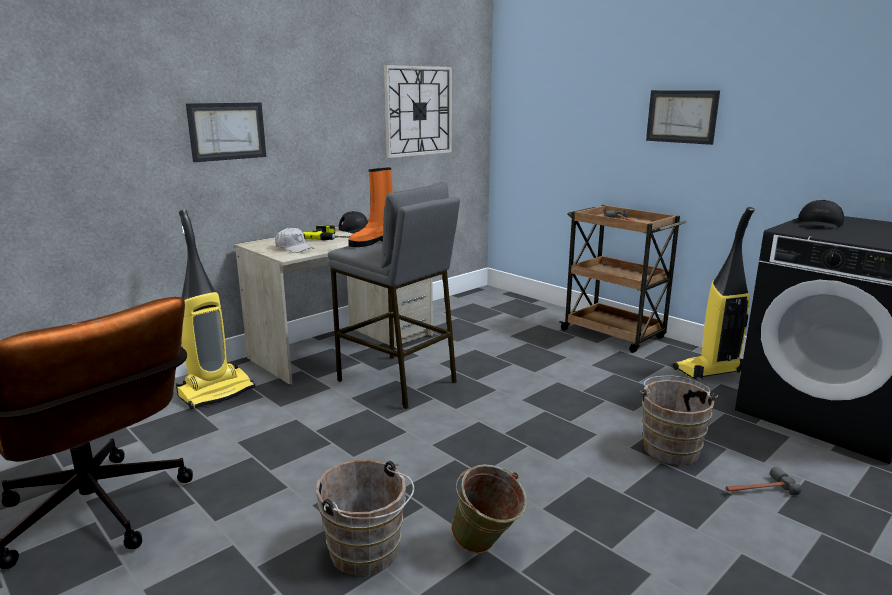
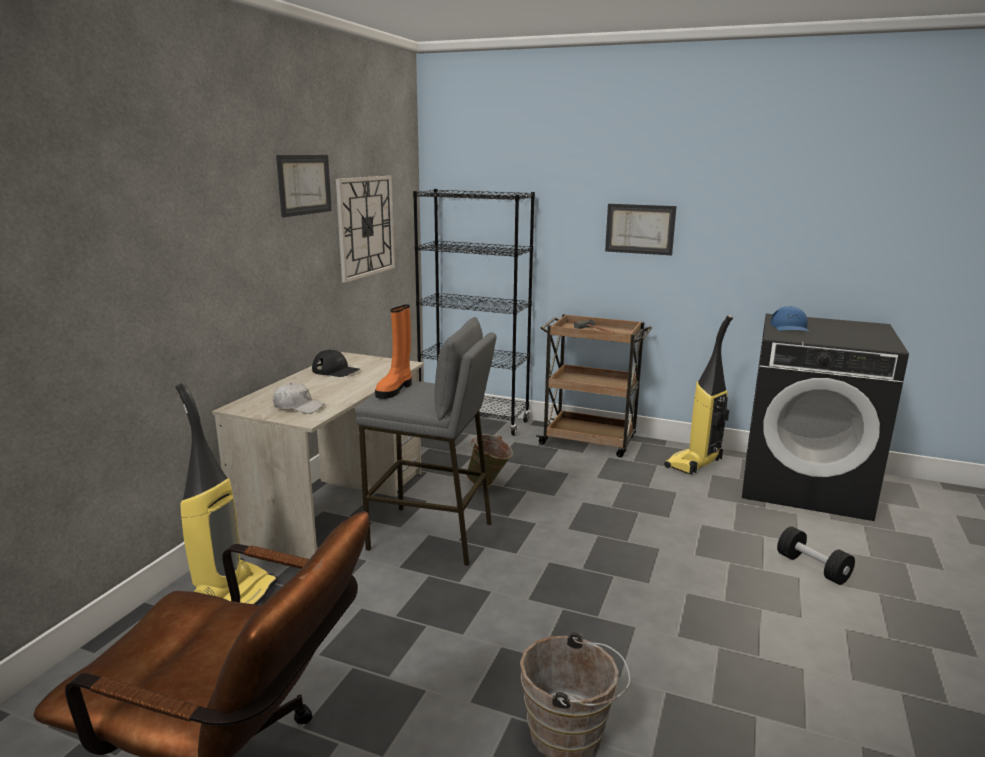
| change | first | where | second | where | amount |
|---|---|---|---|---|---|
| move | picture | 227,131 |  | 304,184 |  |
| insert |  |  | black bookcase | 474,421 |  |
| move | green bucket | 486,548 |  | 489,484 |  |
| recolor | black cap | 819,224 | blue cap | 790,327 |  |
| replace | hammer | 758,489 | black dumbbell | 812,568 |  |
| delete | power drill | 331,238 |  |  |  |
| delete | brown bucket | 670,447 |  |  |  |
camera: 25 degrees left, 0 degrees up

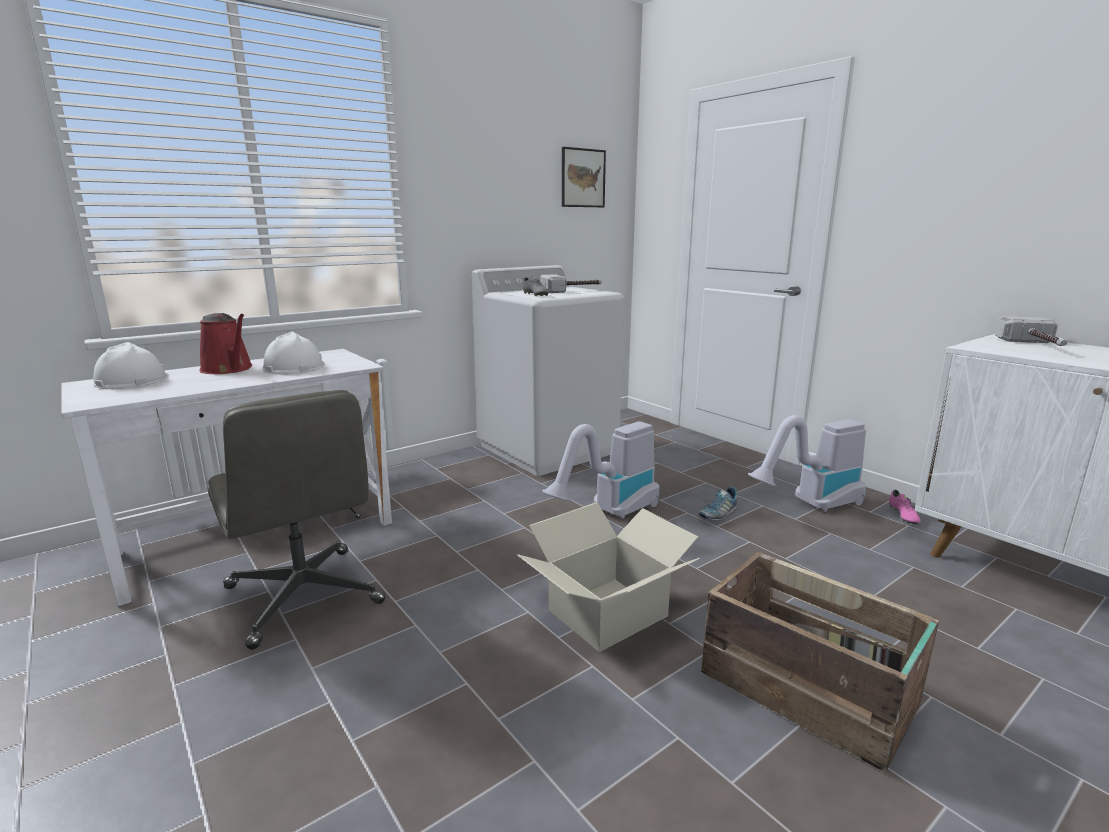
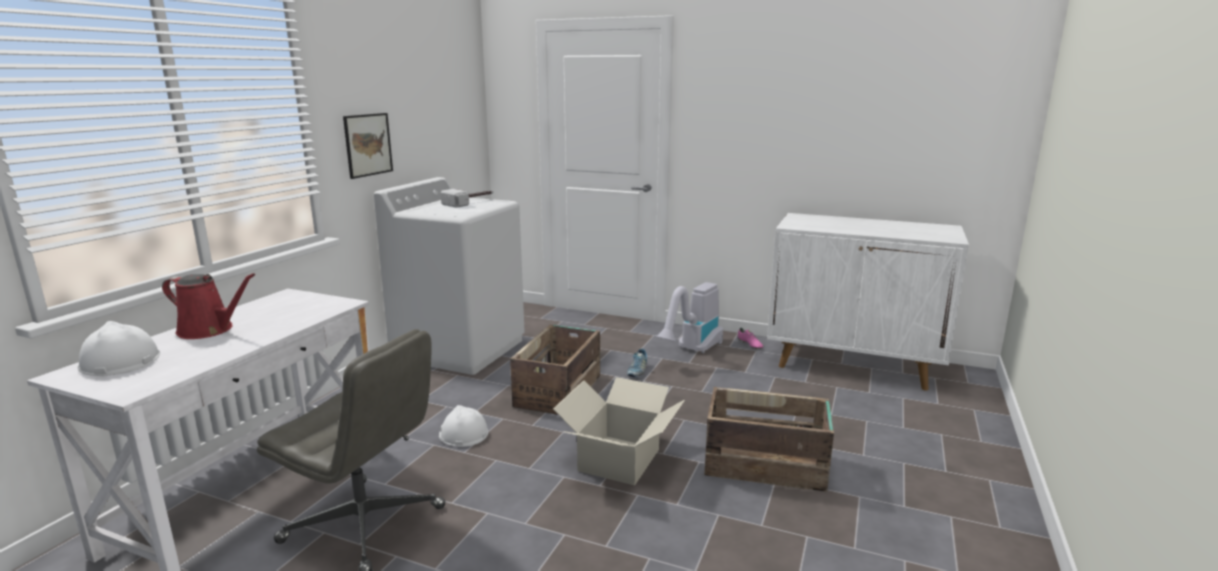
| change | first | where | second | where | amount |
|---|---|---|---|---|---|
| move | picture | 583,178 |  | 368,145 |  |
| move | white hard hat | 294,367 |  | 463,434 |  |
| replace | vacuum cleaner | 609,513 | crate | 559,390 |  |
| delete | grey shoe | 535,295 |  |  |  |
| delete | hammer | 1037,346 |  |  |  |
camera: 30 degrees left, 0 degrees up

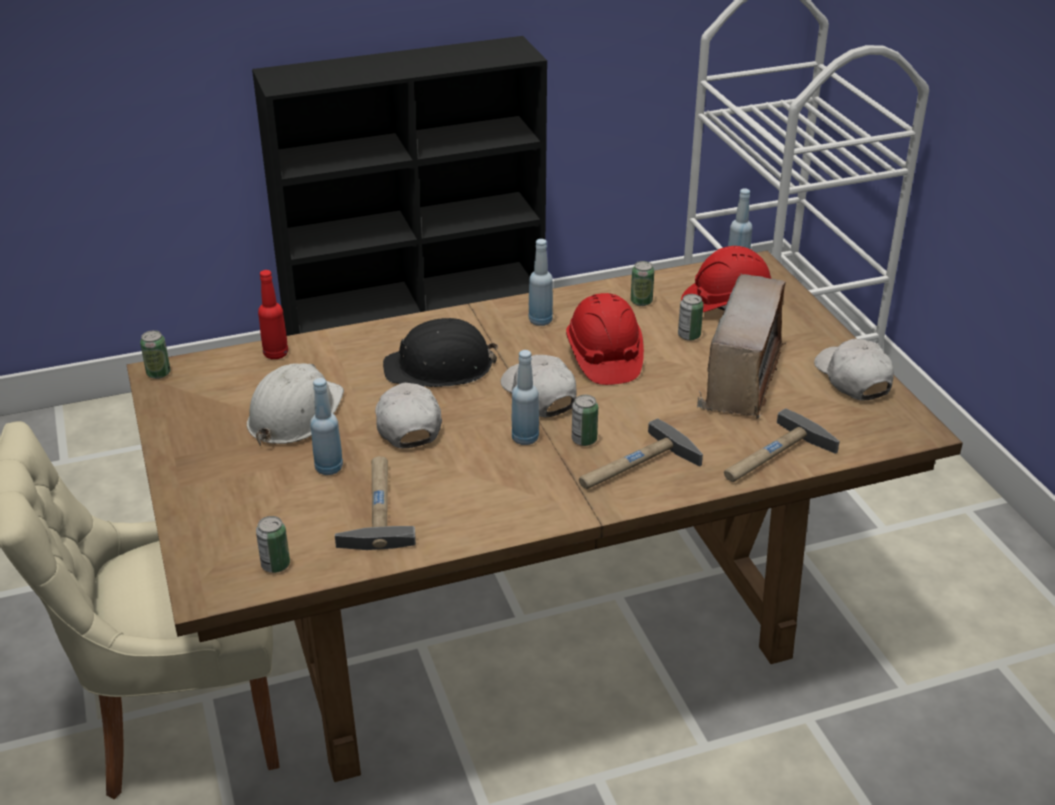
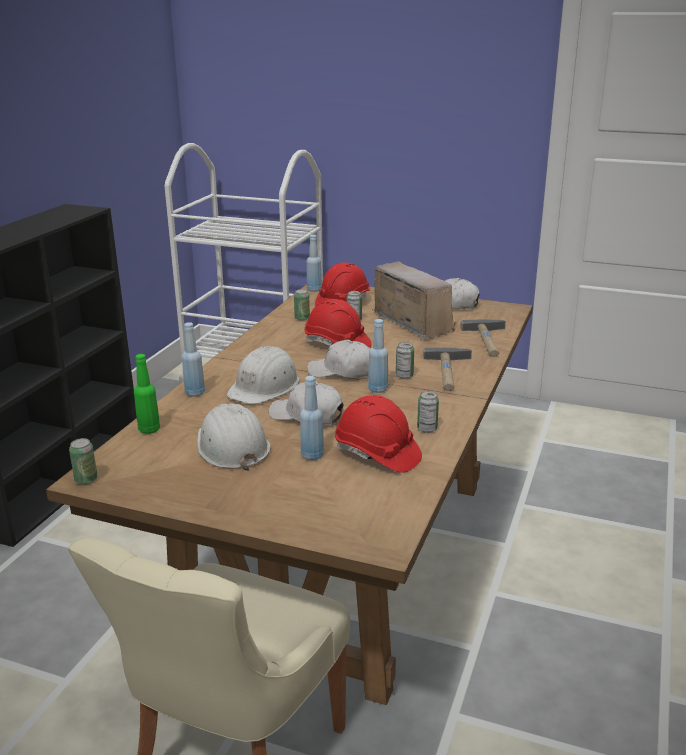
| change | first | where | second | where | amount |
|---|---|---|---|---|---|
| recolor | red bottle | 275,354 | green bottle | 149,429 |  |
| move | blue bottle | 540,321 |  | 195,393 |  |
| recolor | black hard hat | 440,367 | white hard hat | 265,386 |  |
| replace | hammer | 376,506 | red hard hat | 377,454 |  |
| move | can | 275,565 |  | 427,429 |  |
camera: 50 degrees left, 10 degrees down

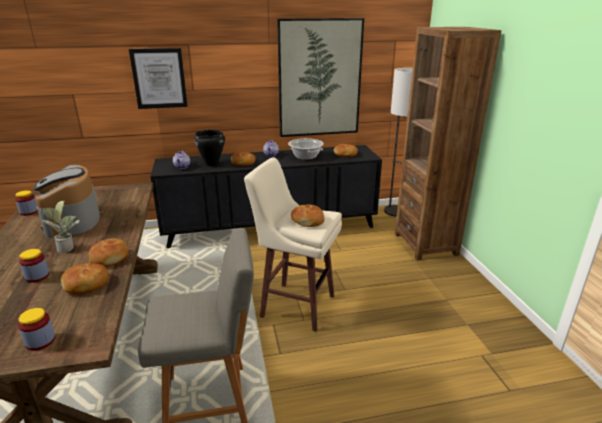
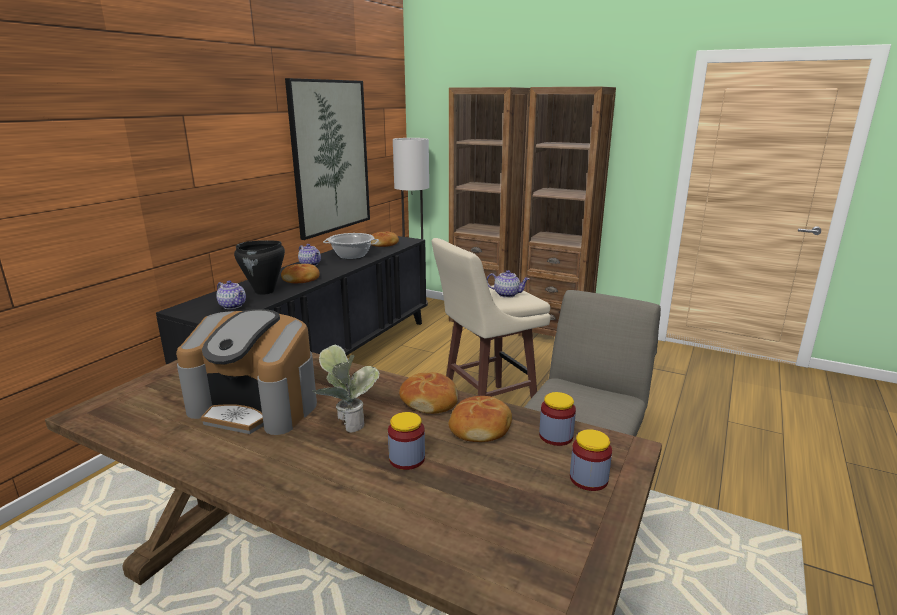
| change | first | where | second | where | amount |
|---|---|---|---|---|---|
| replace | bread | 308,220 | teapot | 507,294 |  |
| insert |  |  | brown bookcase | 555,332 |  |
| move | jar | 29,212 |  | 556,436 |  |
| delete | picture | 159,78 |  |  |  |
camera: 50 degrees left, 5 degrees down

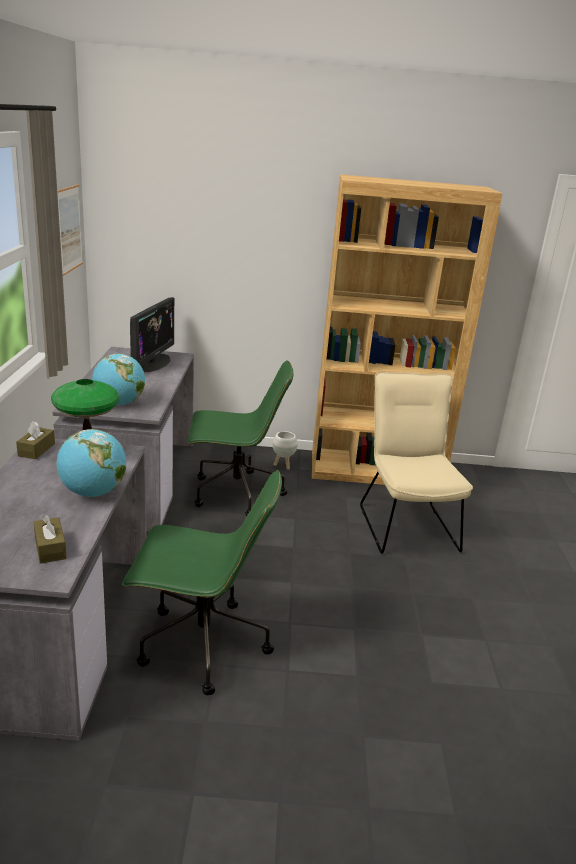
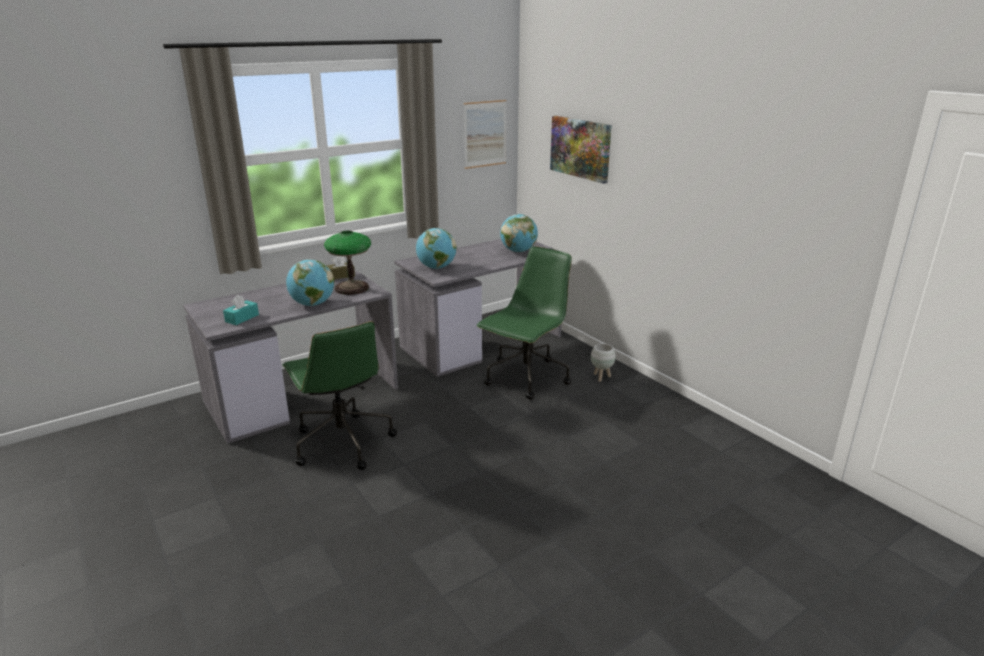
| change | first | where | second | where | amount |
|---|---|---|---|---|---|
| recolor | brown tissue box | 50,548 | turquoise tissue box | 242,318 |  |
| rotate | green office chair | 235,494 |  | 526,378 | 105 degrees counterclockwise |
| replace | monitor | 153,363 | globe | 518,251 |  |
| insert |  |  | picture | 580,148 |  |
| delete | brown bookcase | 376,471 |  |  |  |
| delete | beige chair | 405,523 |  |  |  |
camera: 55 degrees right, 0 degrees up

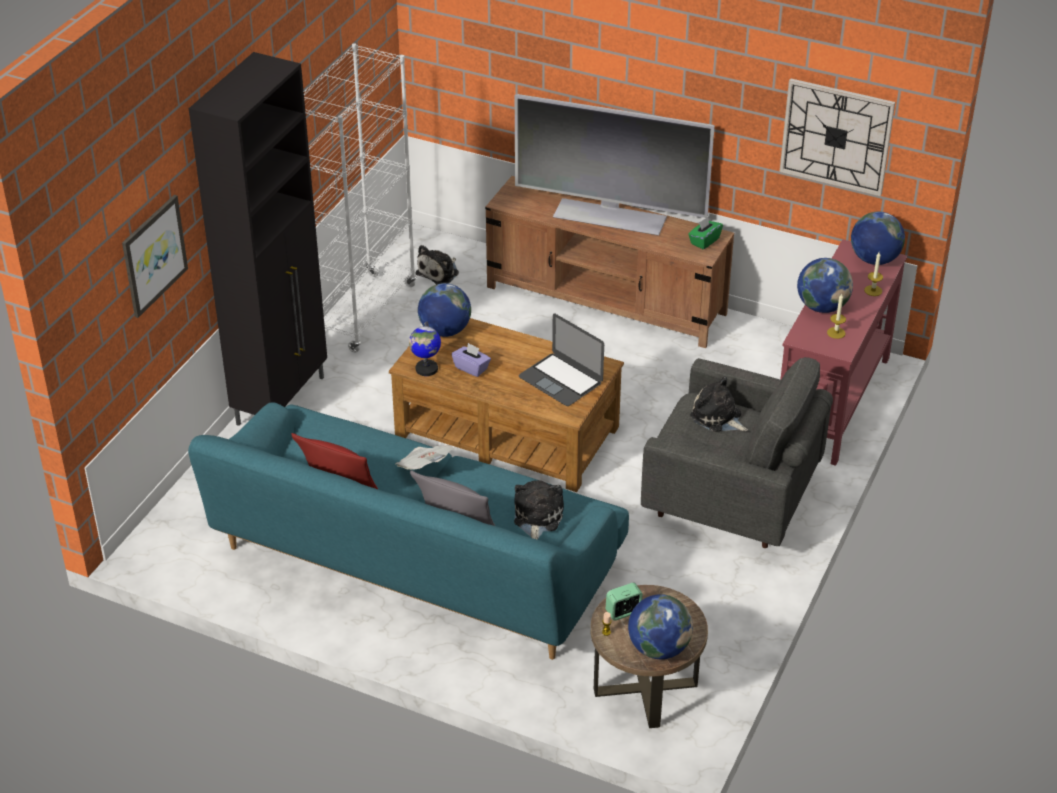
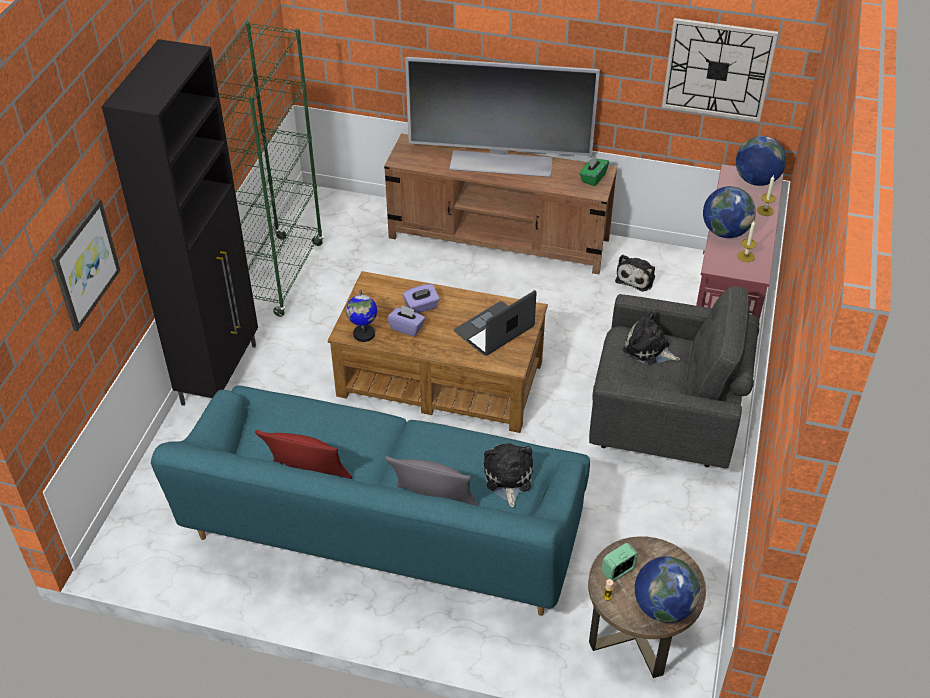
| change | first | where | second | where | amount |
|---|---|---|---|---|---|
| recolor | white bookcase | 364,312 | green bookcase | 280,276 |  |
| insert |  |  | purple tissue box | 421,307 |  |
| rotate | laptop | 561,379 |  | 494,329 | 105 degrees clockwise |
| move | plush toy | 439,272 |  | 636,278 |  |
| delete | newspaper | 425,468 |  |  |  |
| delete | globe | 445,331 |  |  |  |
camera: 10 degrees left, 5 degrees up

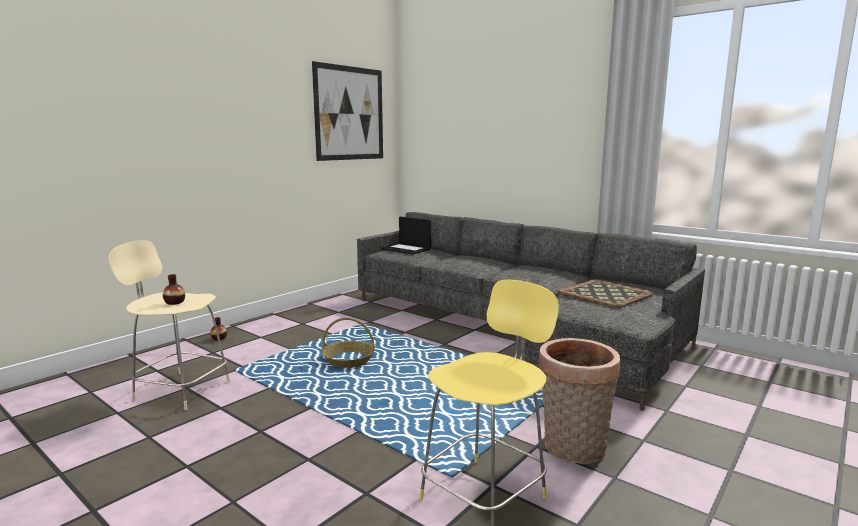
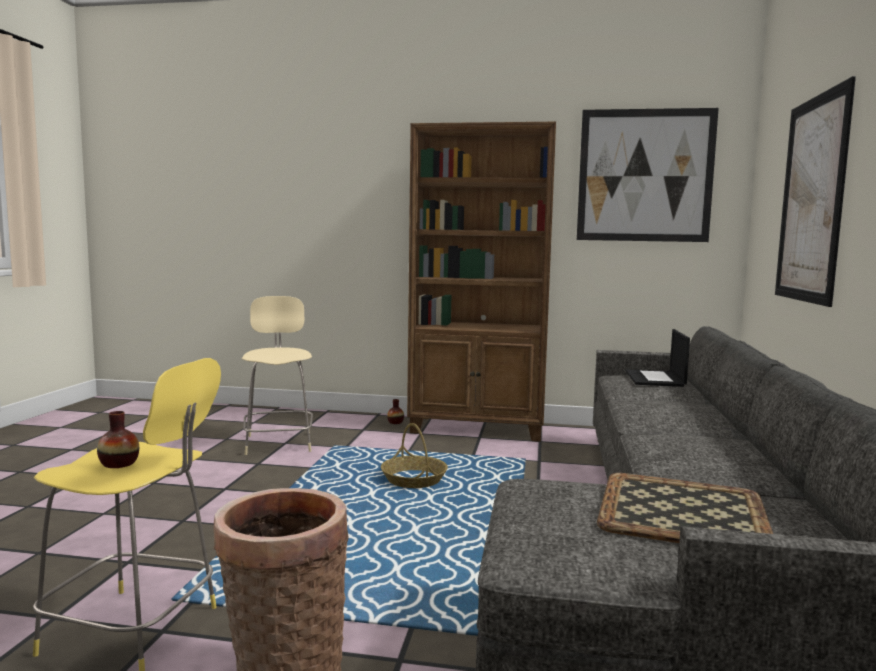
| change | first | where | second | where | amount |
|---|---|---|---|---|---|
| move | vase | 175,302 |  | 119,464 |  |
| insert |  |  | brown bookcase | 478,429 |  |
| insert |  |  | picture | 811,199 |  |
camera: 60 degrees right, 5 degrees down

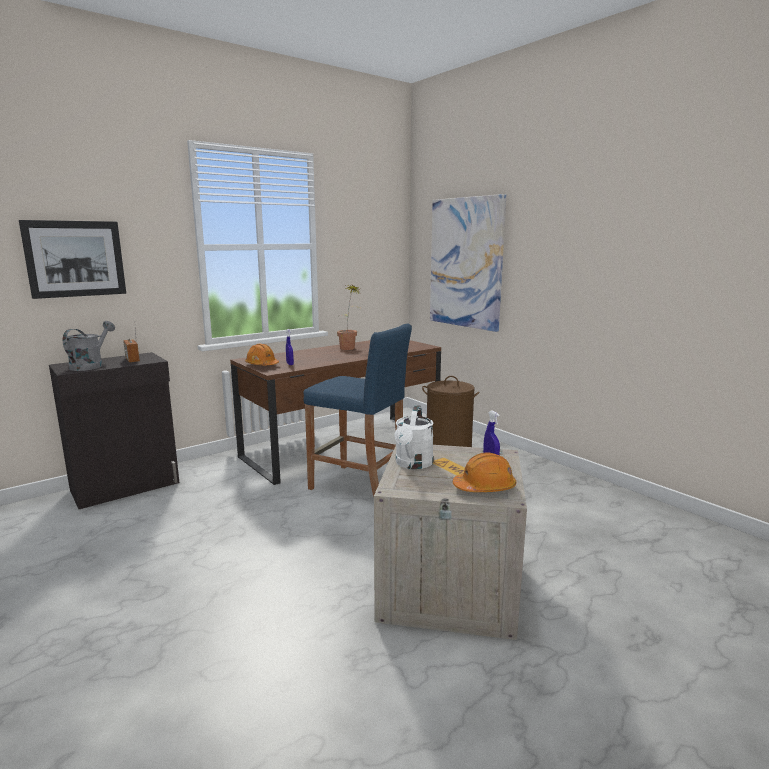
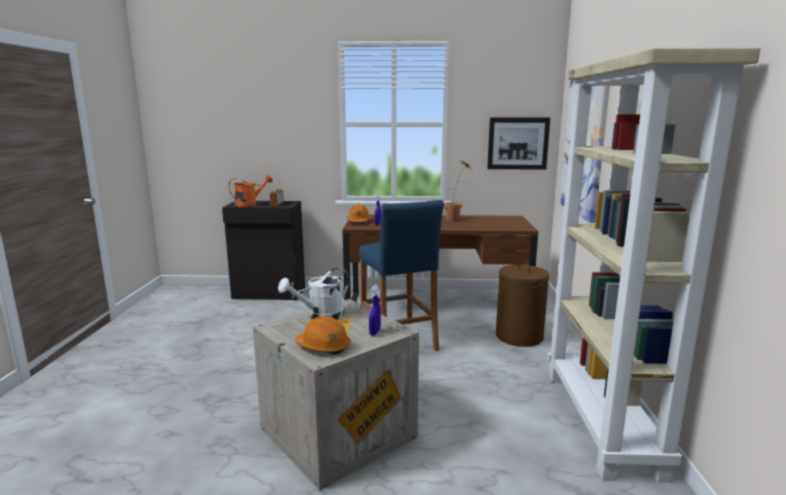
| change | first | where | second | where | amount |
|---|---|---|---|---|---|
| recolor | grey watering can | 90,365 | orange watering can | 250,204 |  |
| move | picture | 75,259 |  | 518,143 |  |
| insert |  |  | beige bookcase | 602,421 |  |
camera: 40 degrees right, 0 degrees up

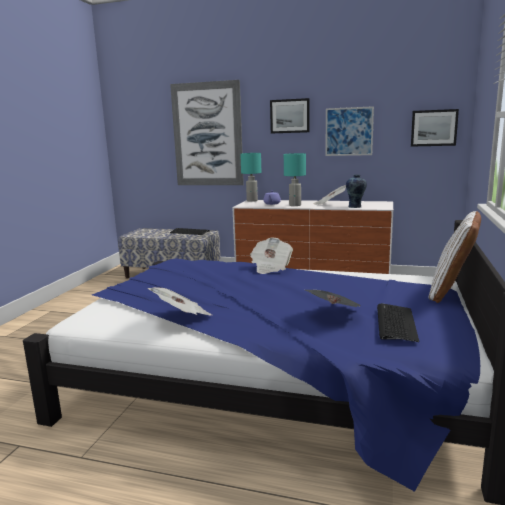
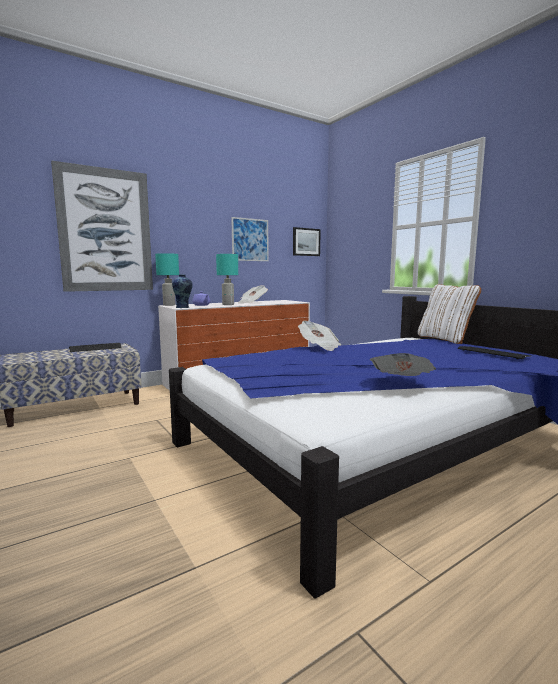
| change | first | where | second | where | amount |
|---|---|---|---|---|---|
| move | vase | 355,207 |  | 183,307 |  |
| delete | picture | 290,116 |  |  |  |
| delete | newspaper | 334,314 |  |  |  |
camera: 50 degrees left, 5 degrees down

